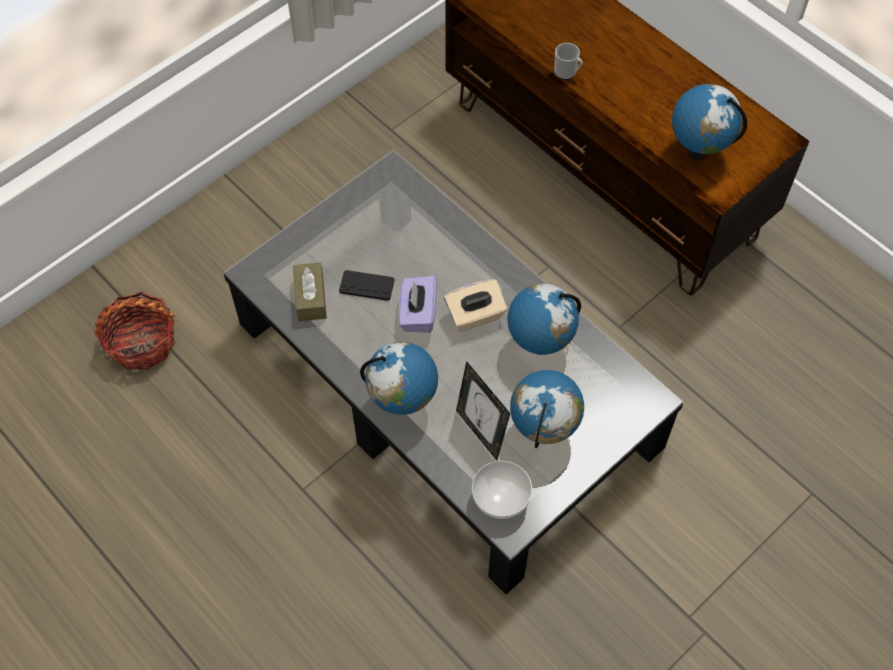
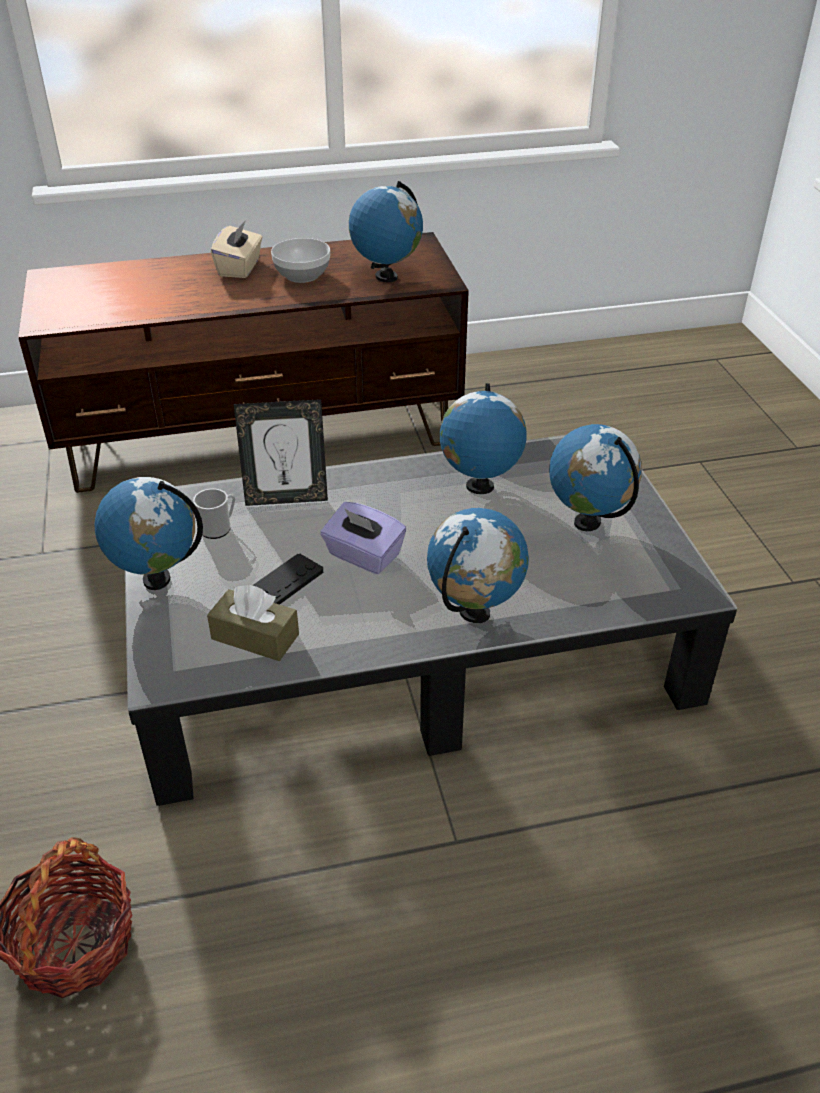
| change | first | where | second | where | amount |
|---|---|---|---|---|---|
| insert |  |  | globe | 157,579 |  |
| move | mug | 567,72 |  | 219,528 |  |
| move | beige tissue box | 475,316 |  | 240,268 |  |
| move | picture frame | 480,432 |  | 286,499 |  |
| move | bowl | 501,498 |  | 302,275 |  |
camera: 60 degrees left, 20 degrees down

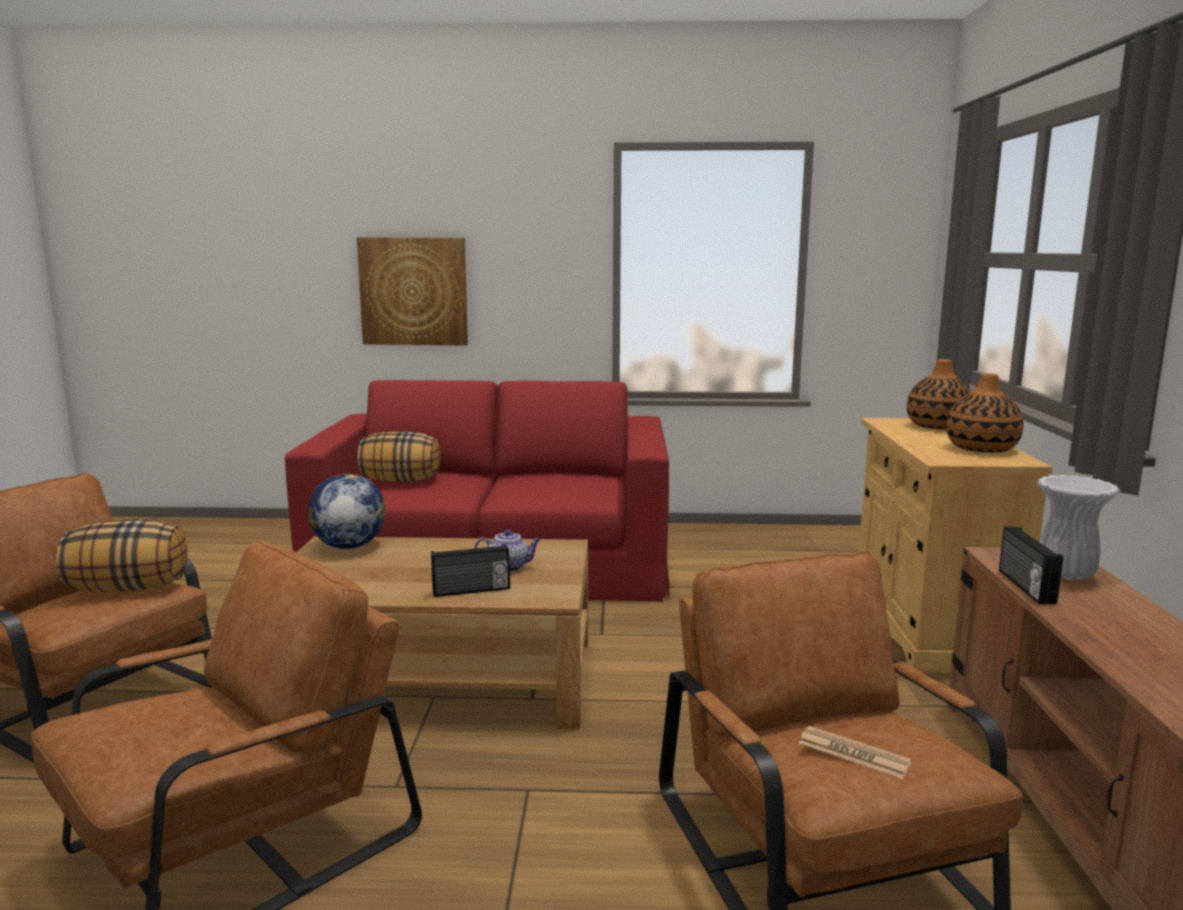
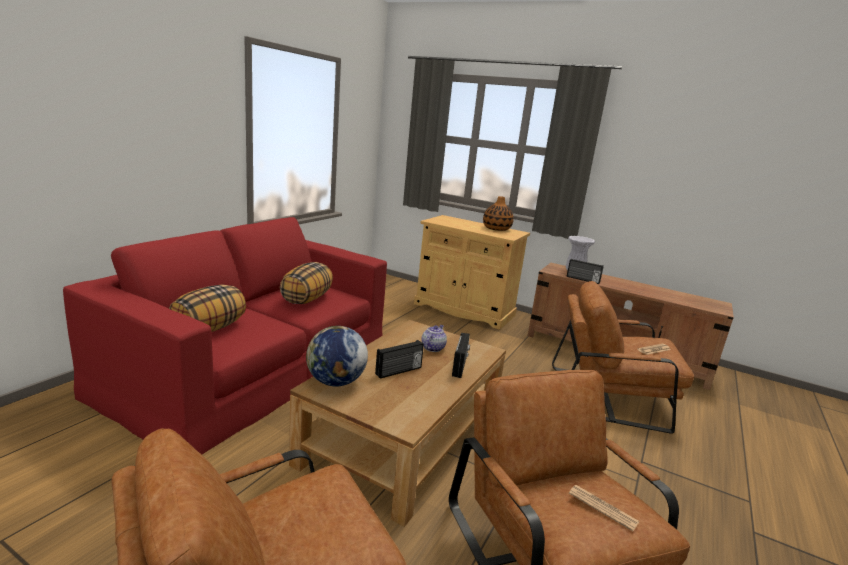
| change | first | where | second | where | amount |
|---|---|---|---|---|---|
| move | pillow | 129,588 |  | 306,299 |  |
| insert |  |  | radio | 399,371 |  |
| insert |  |  | newspaper | 603,508 |  |
| delete | picture | 414,291 |  |  |  |
| delete | vase | 937,426 |  |  |  |
camera: 65 degrees left, 5 degrees up

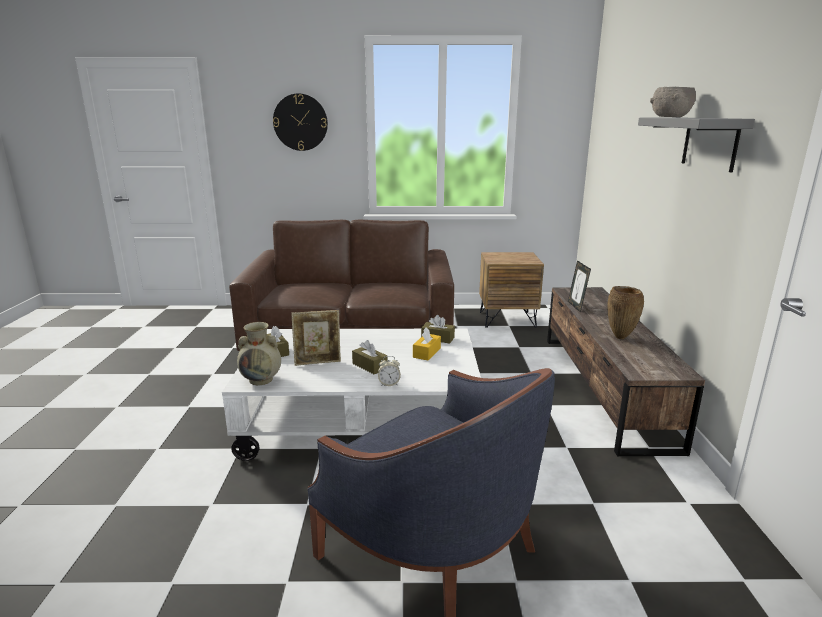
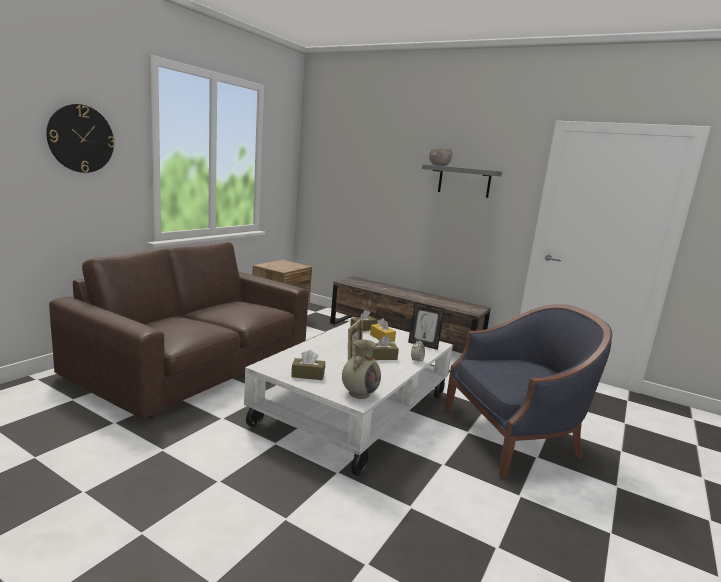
| change | first | where | second | where | amount |
|---|---|---|---|---|---|
| move | picture frame | 576,306 |  | 423,345 |  |
| delete | brown vase | 620,337 |  |  |  |
camera: 60 degrees left, 5 degrees down

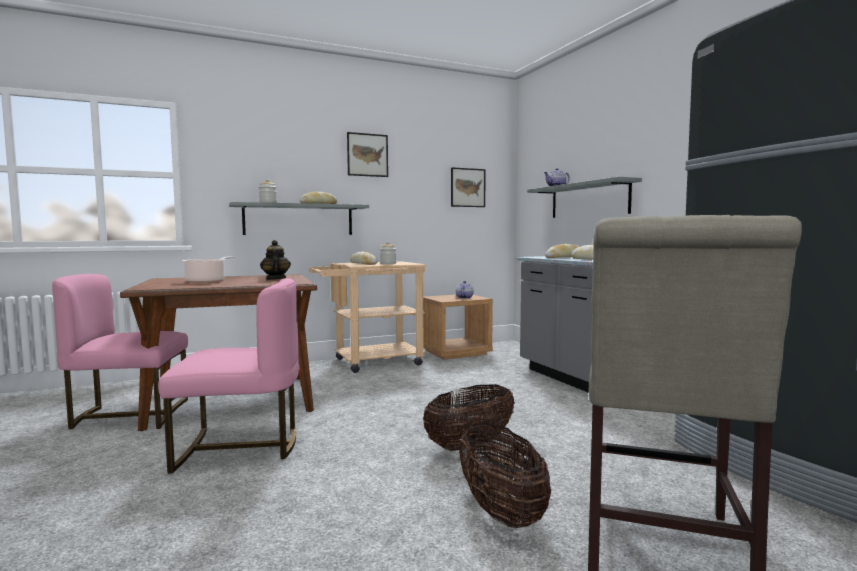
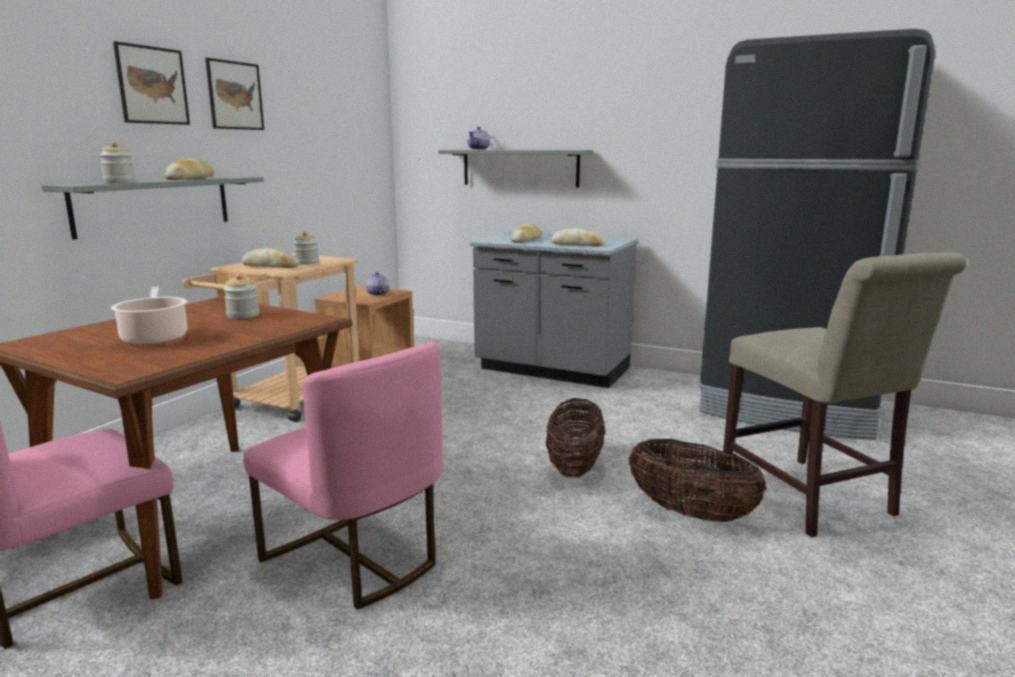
| change | first | where | second | where | amount |
|---|---|---|---|---|---|
| move | picture | 468,187 |  | 152,85 |  |
| replace | teapot | 275,279 | jar | 243,315 |  |
| rotate | pink chair | 240,447 |  | 355,558 | 90 degrees clockwise |
camera: 40 degrees left, 10 degrees up

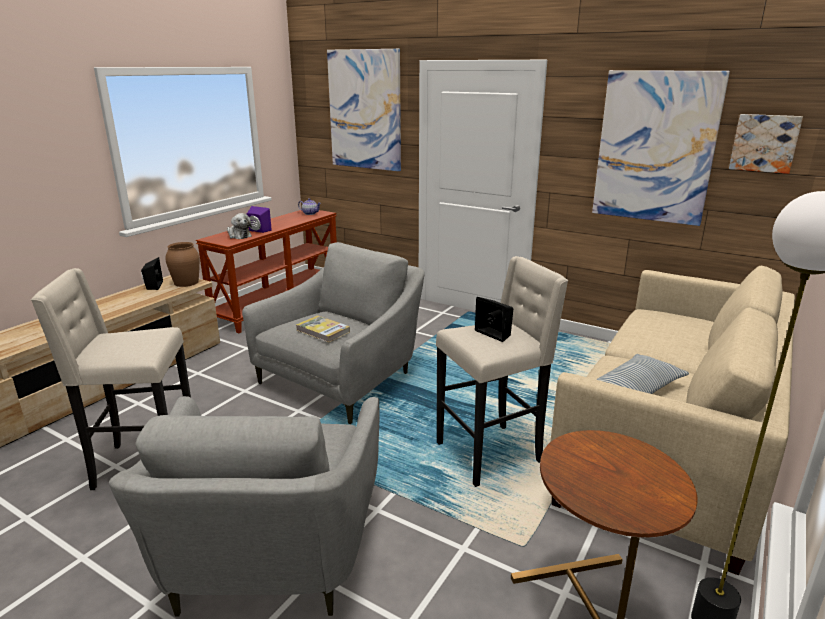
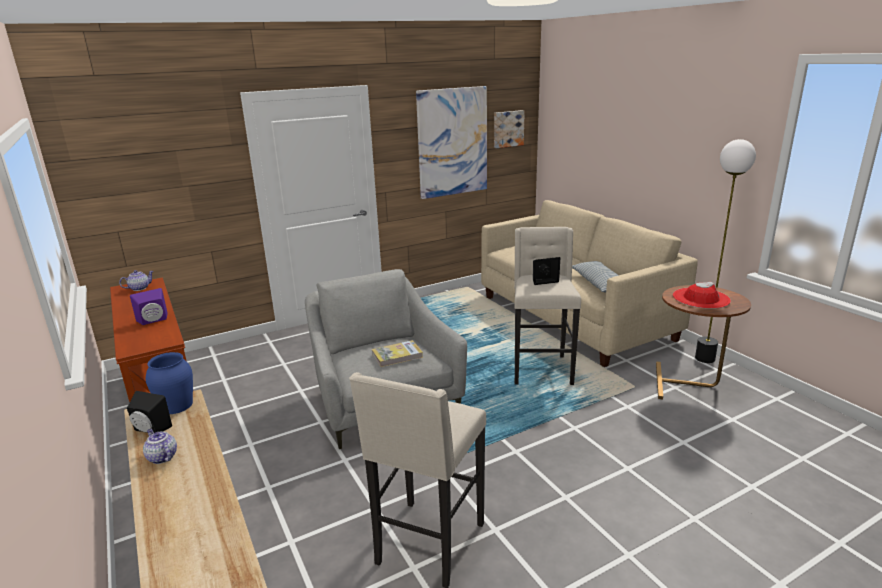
| change | first | where | second | where | amount |
|---|---|---|---|---|---|
| insert |  |  | teapot | 162,457 |  |
| recolor | brown vase | 186,282 | blue vase | 176,405 |  |
| insert |  |  | red hat | 701,298 |  |
| delete | grey armchair | 271,554 |  |  |  |
| delete | plush toy | 239,236 |  |  |  |
| delete | picture | 365,110 |  |  |  |
camera: 60 degrees left, 0 degrees up

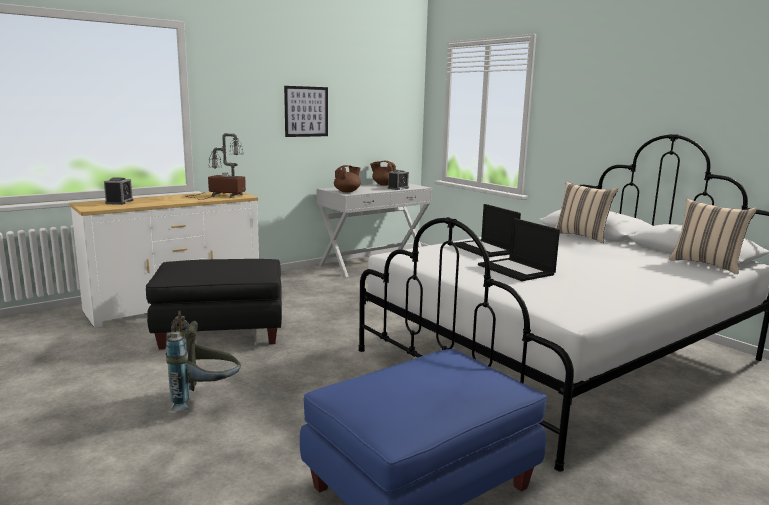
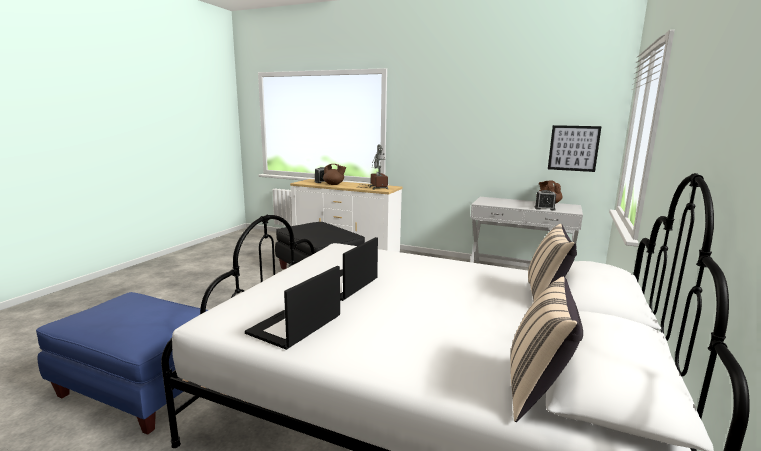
| change | first | where | second | where | amount |
|---|---|---|---|---|---|
| move | laptop | 485,249 |  | 295,325 |  |
| move | brown teapot | 347,191 |  | 334,184 |  |
| move | picture | 306,111 |  | 573,148 |  |
| delete | grey backpack | 205,399 |  |  |  |
camera: 60 degrees right, 0 degrees up

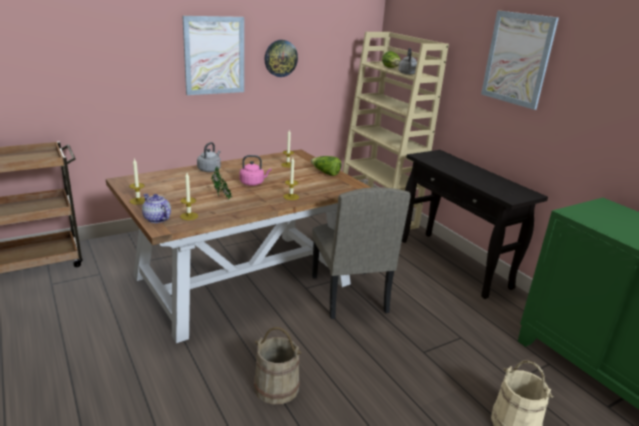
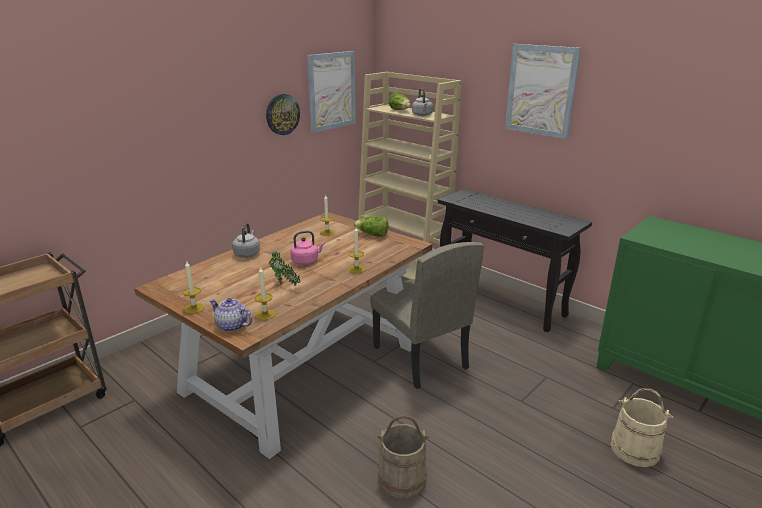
| change | first | where | second | where | amount |
|---|---|---|---|---|---|
| move | picture | 214,55 |  | 331,91 |  |
camera: 15 degrees left, 0 degrees up

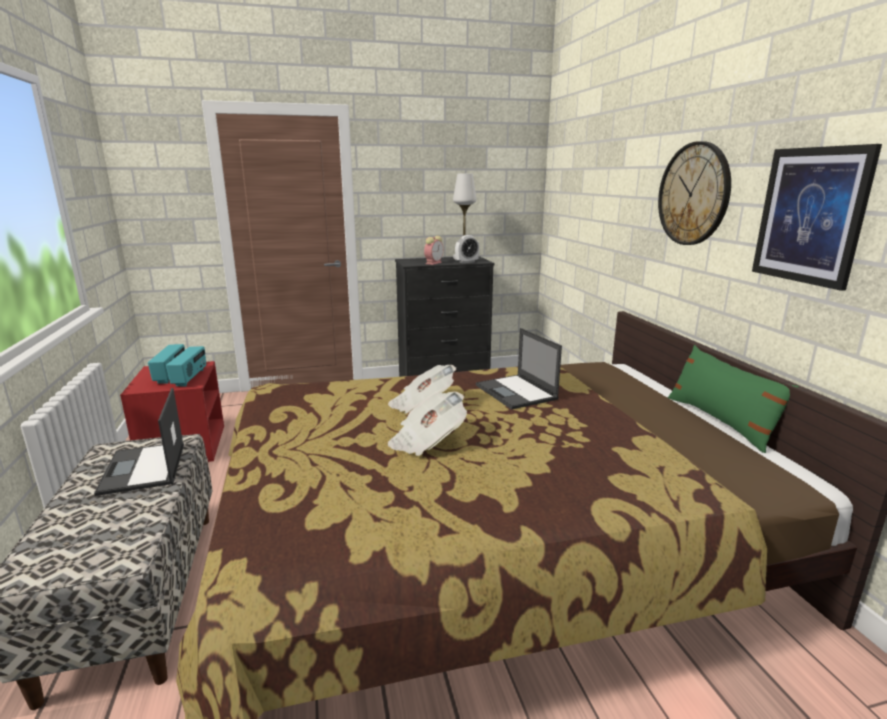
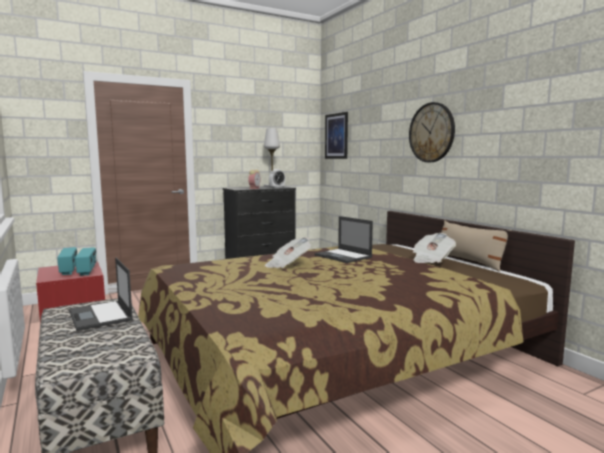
| change | first | where | second | where | amount |
|---|---|---|---|---|---|
| move | picture | 810,216 |  | 336,136 |  |
| move | newspaper | 427,441 |  | 431,259 |  |
| recolor | green pillow | 720,421 | beige pillow | 468,262 |  |
camera: 15 degrees left, 10 degrees down

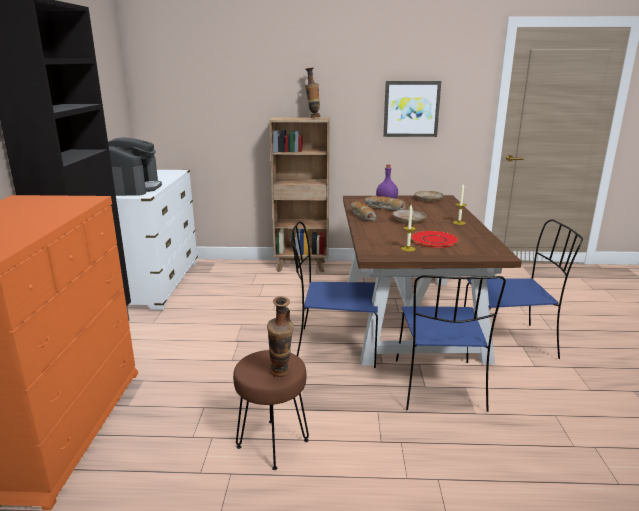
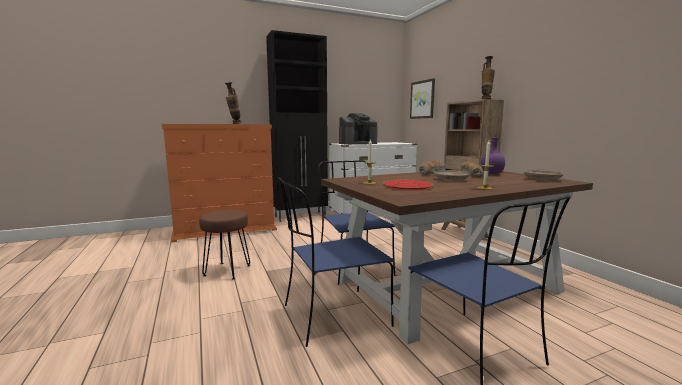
| change | first | where | second | where | amount |
|---|---|---|---|---|---|
| move | vase | 281,375 |  | 234,123 |  |
| move | picture | 411,109 |  | 422,99 |  |
camera: 65 degrees right, 10 degrees down

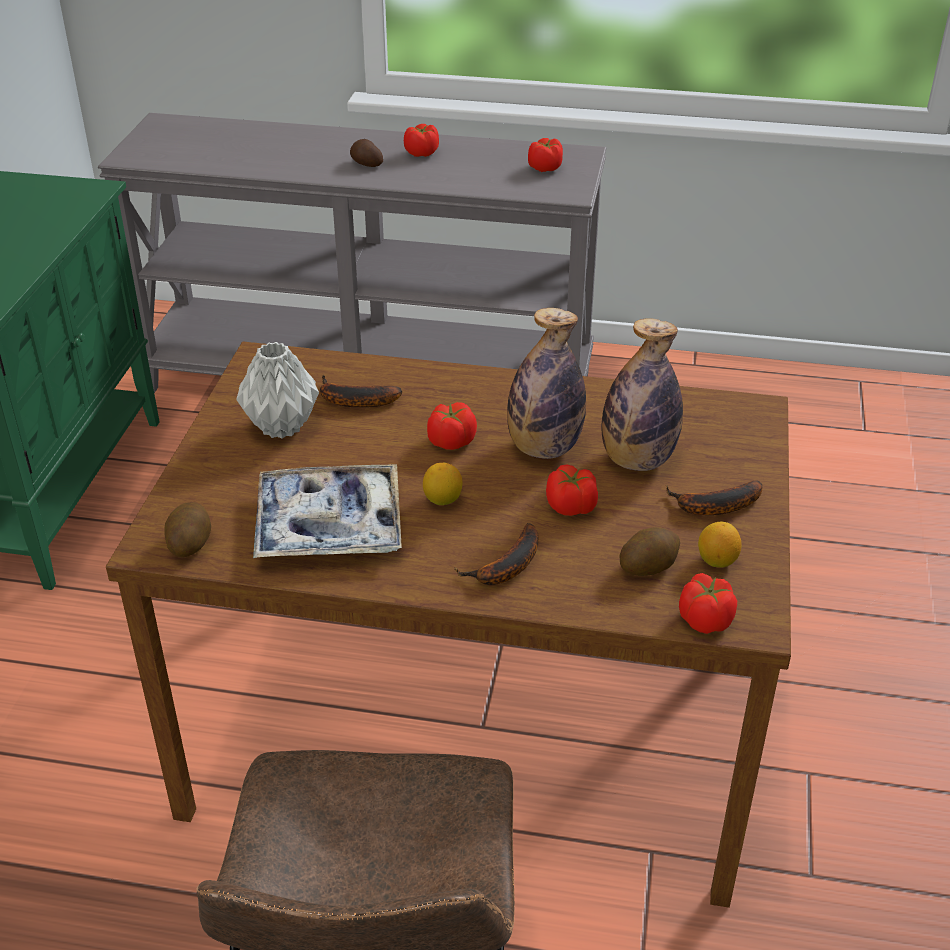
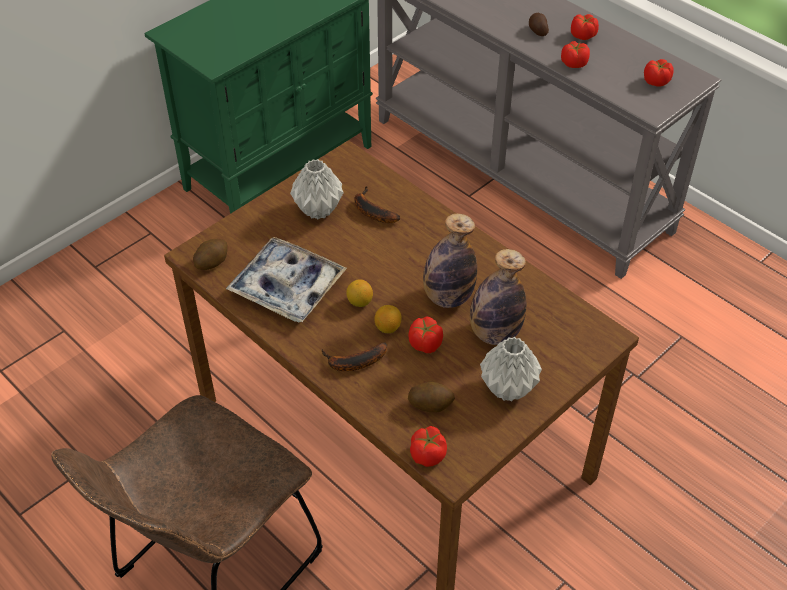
| change | first | where | second | where | amount |
|---|---|---|---|---|---|
| move | lemon | 717,560 |  | 388,327 |  |
| replace | banana | 713,507 | grey vase | 507,388 |  |
| move | tomato | 451,441 |  | 573,63 |  |
camera: 35 degrees right, 10 degrees up

